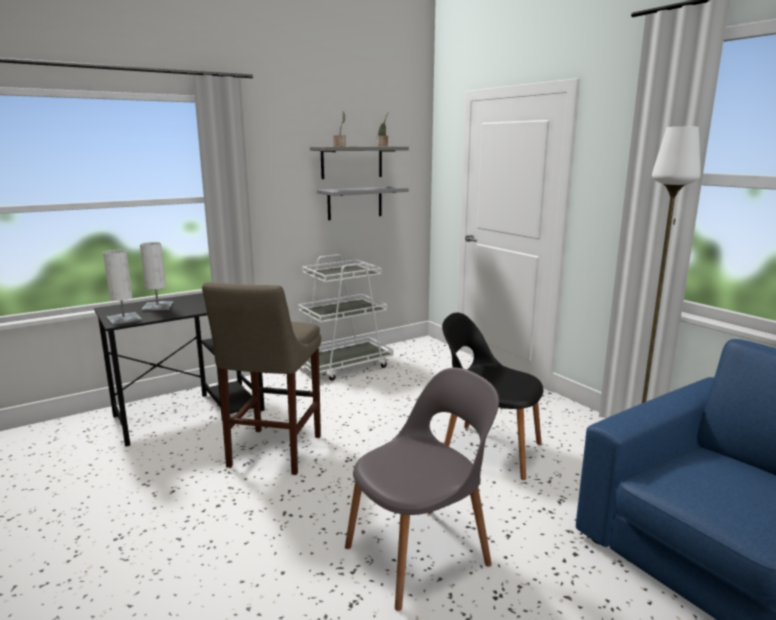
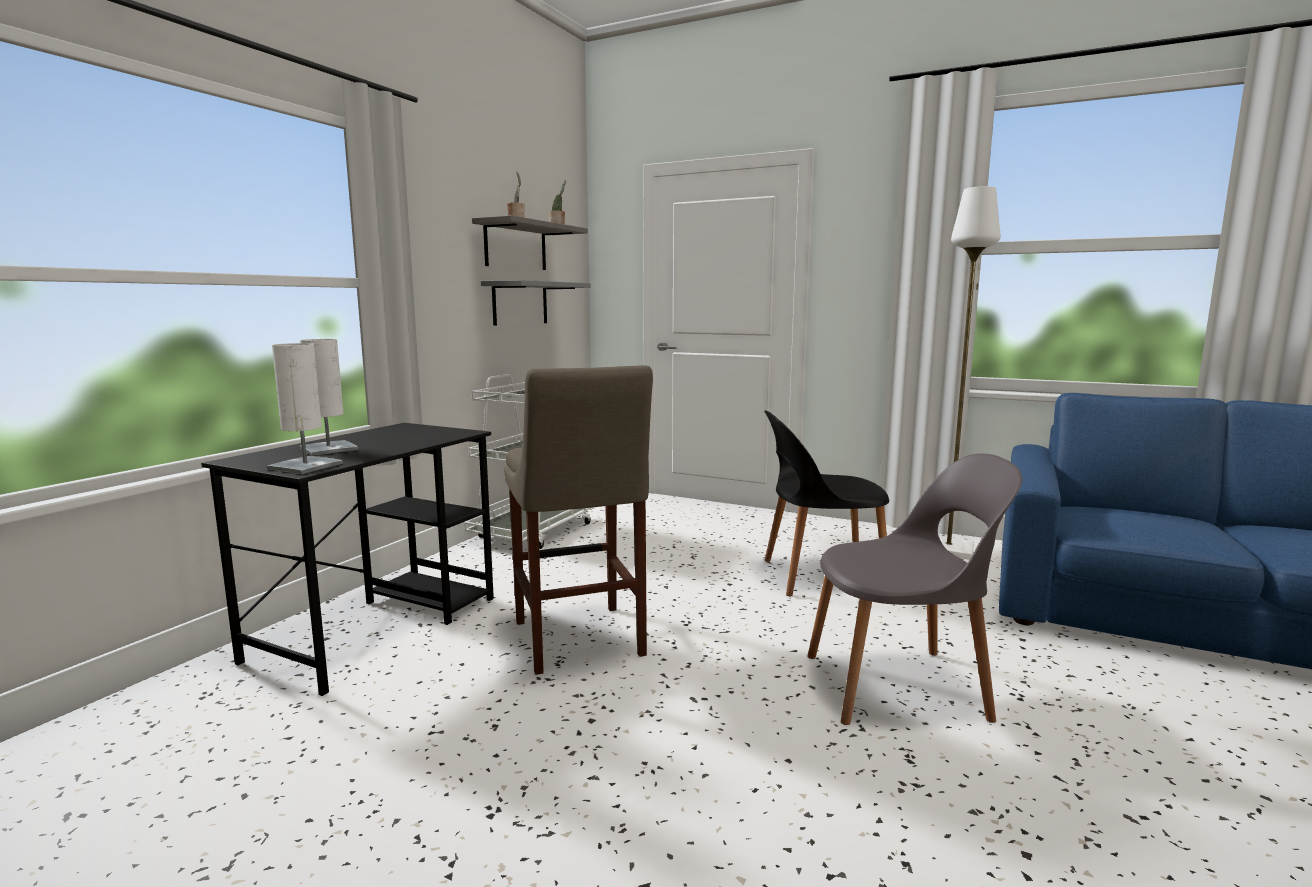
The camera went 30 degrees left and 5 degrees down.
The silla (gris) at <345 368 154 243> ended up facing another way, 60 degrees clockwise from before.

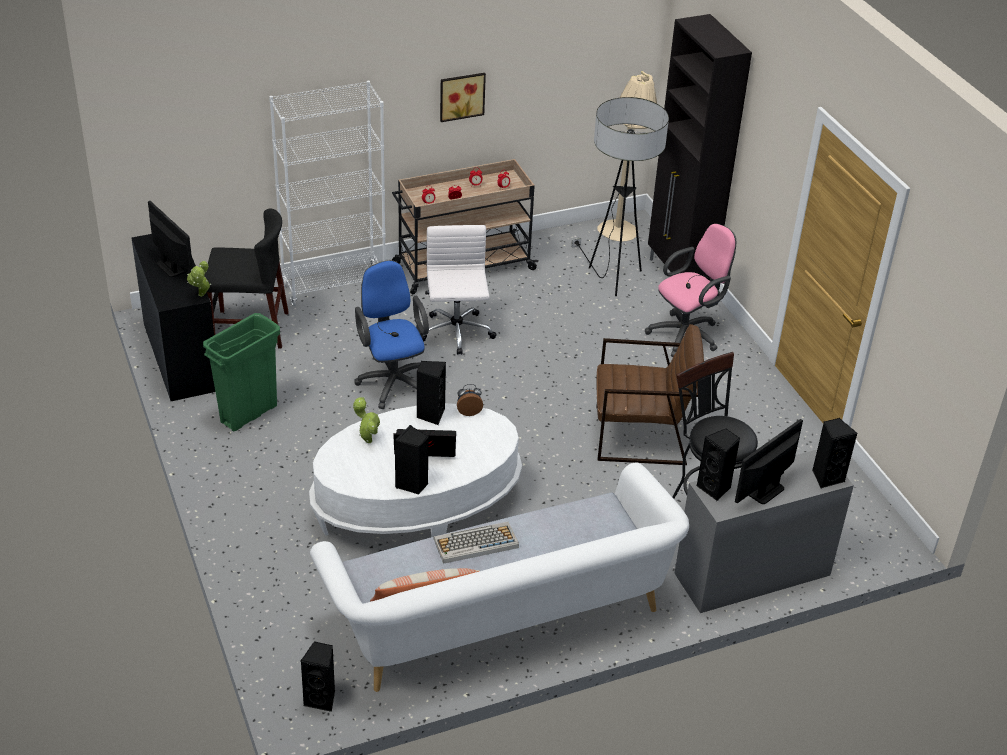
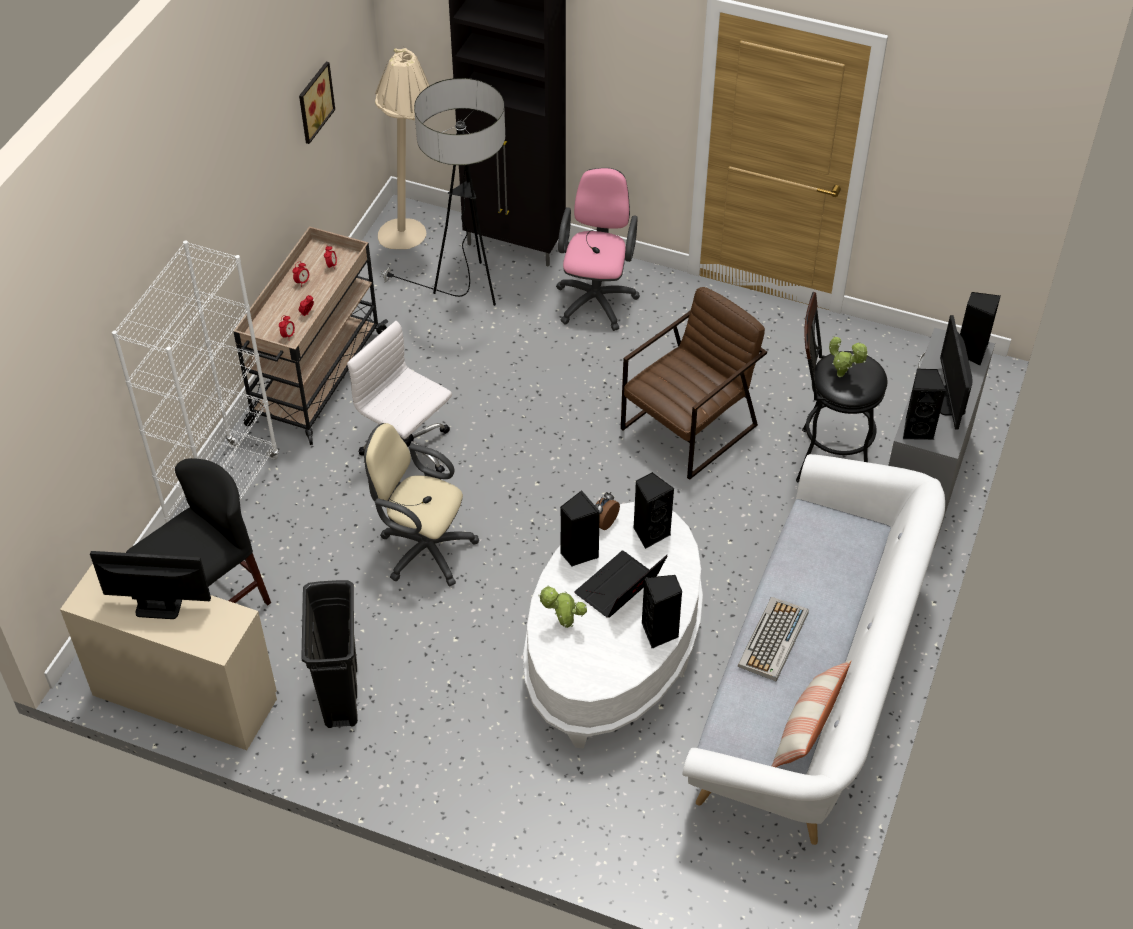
The camera went 45 degrees left and 10 degrees up.
The cuadro ended up elsewhere, having gone from <440 73 46 49> to <299 62 36 82>.
What was the escritorio (negro) at <131 234 84 167> turned into the escritorio (beis) at <60 564 217 186>.
The planta en maceta ended up elsewhere, having gone from <187 260 24 37> to <829 336 40 41>.
What was the silla de oficina (azul) at <354 260 75 149> turned into the silla de oficina (beis) at <364 423 115 163>.
What was the papelera (verde) at <203 313 77 119> turned into the papelera (negro) at <301 580 56 148>.
The altavoz (negro) ended up elsewhere, having gone from <300 641 35 71> to <633 472 41 77>.

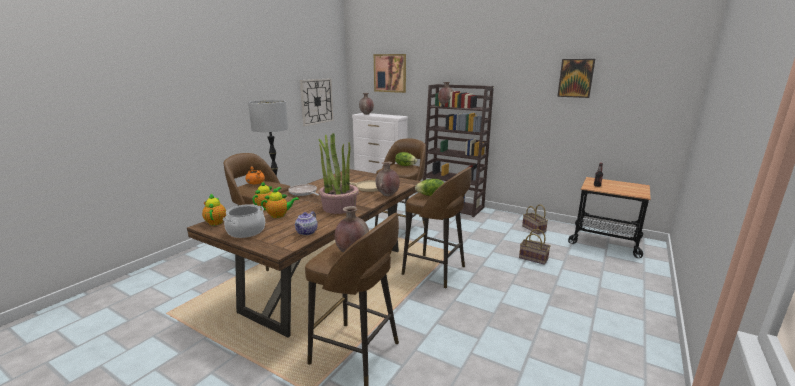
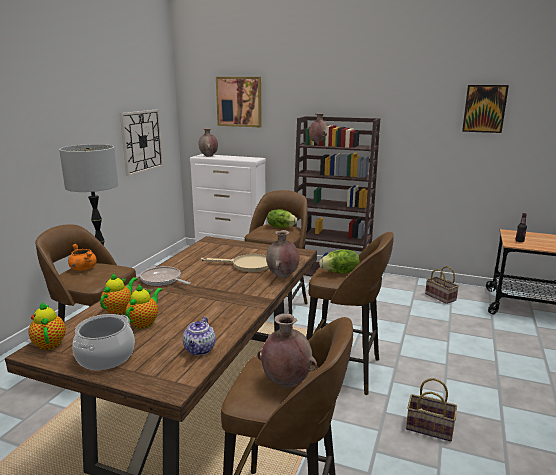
The camera went 10 degrees left and 0 degrees up.
The second view lost the planta en maceta at <319 133 40 81>.
The tetera at <261 188 38 30> ended up facing another way, 45 degrees counterclockwise from before.
The cesta ended up elsewhere, having gone from <519 229 32 36> to <406 378 51 64>.

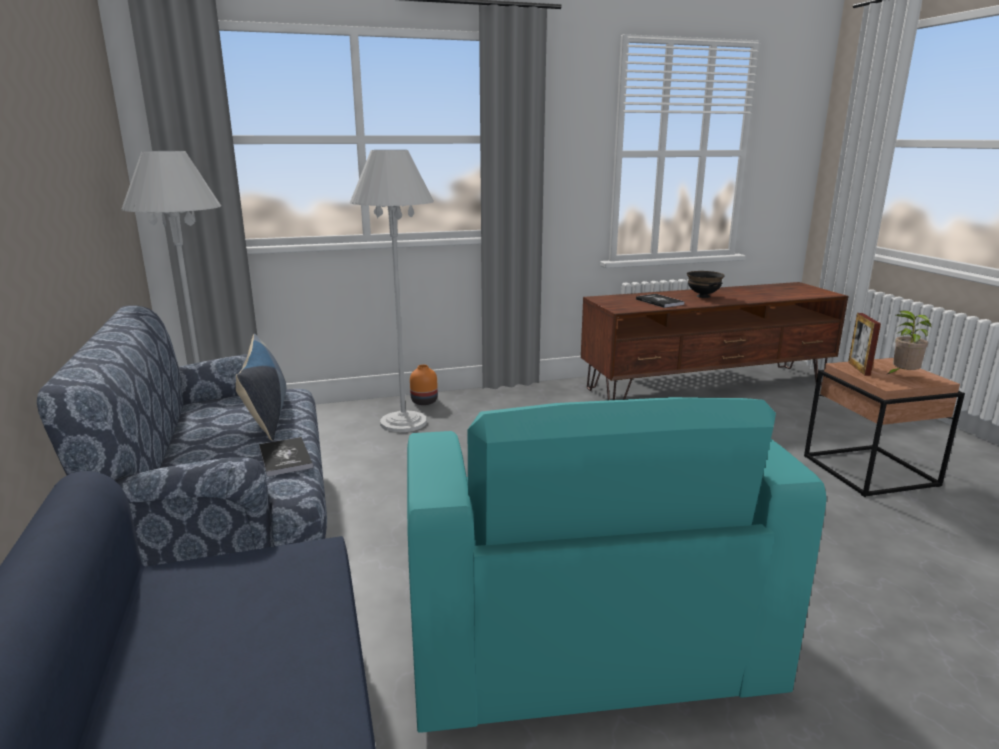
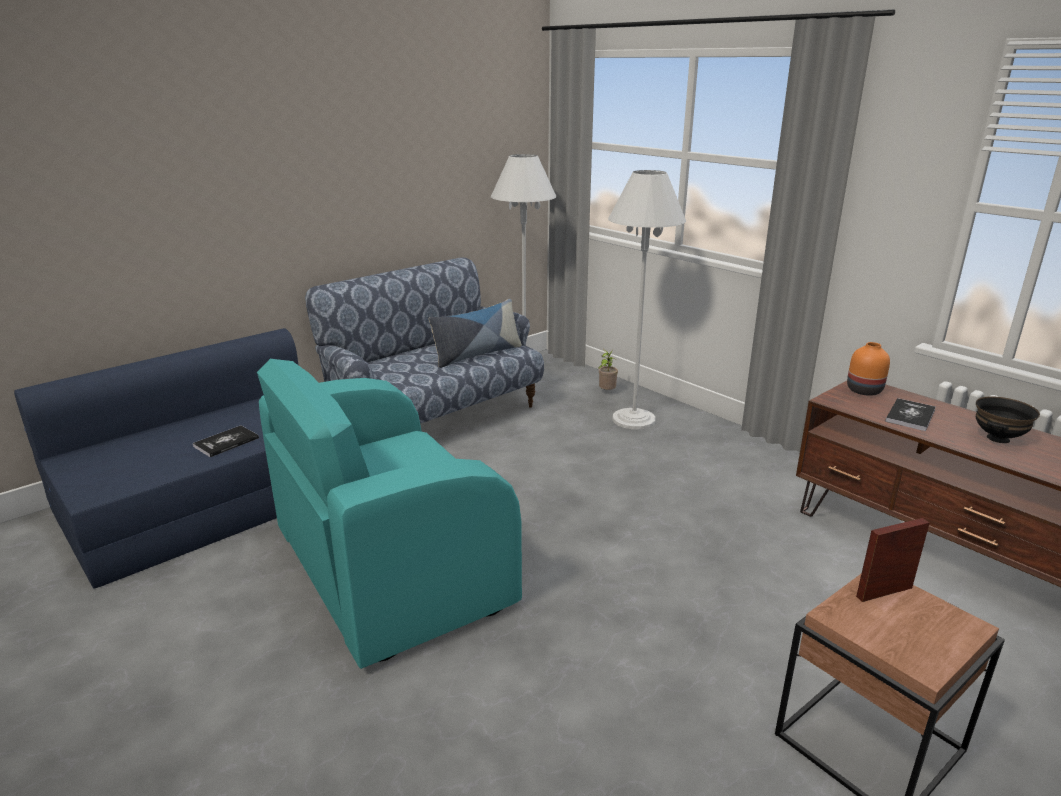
The camera went 65 degrees right and 5 degrees up.
The planta en maceta ended up elsewhere, having gone from <886 311 45 64> to <598 349 20 41>.
The florero (naranja) ended up elsewhere, having gone from <410 365 28 40> to <847 342 43 54>.
The libro ended up elsewhere, having gone from <259 437 54 40> to <193 425 66 32>.

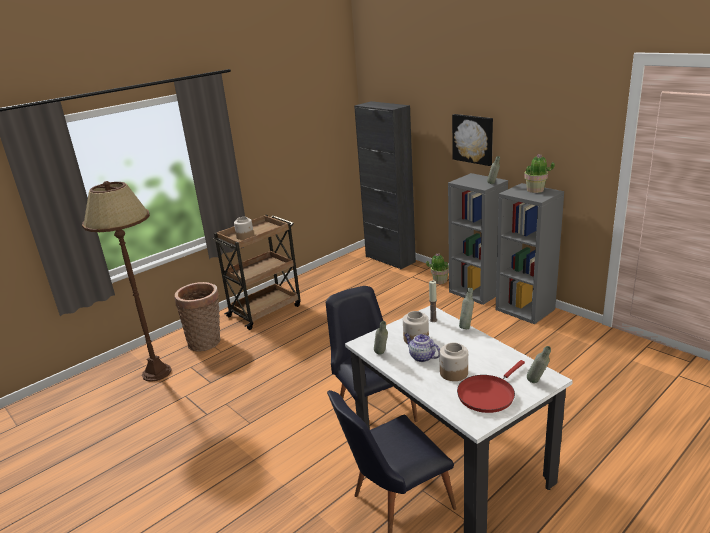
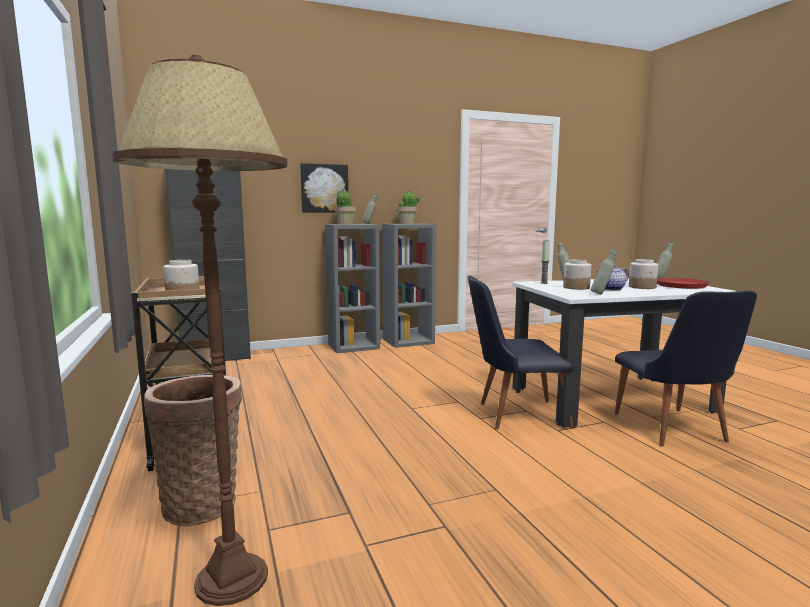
The camera went 70 degrees left and 15 degrees down.
The planta en maceta ended up elsewhere, having gone from <426 253 23 31> to <335 188 21 36>.

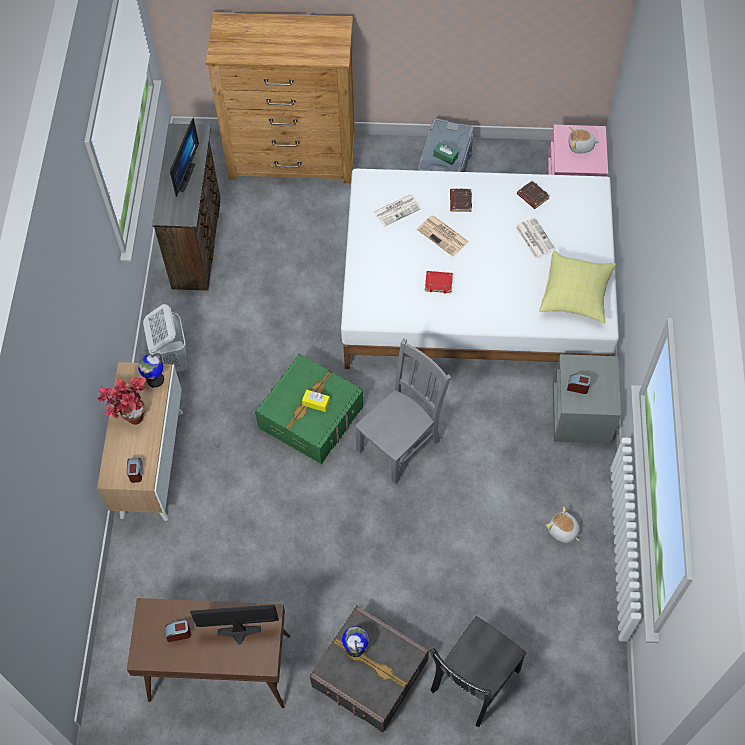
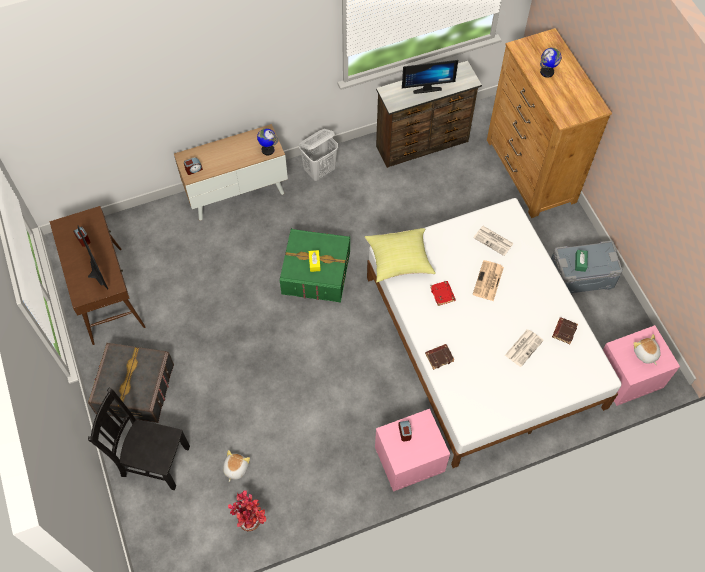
The camera went 65 degrees right and 0 degrees up.
The libro (marrón) ended up elsewhere, having gone from <450 189 22 23> to <425 344 30 26>.
The cojín (amarillo) ended up elsewhere, having gone from <539 251 77 72> to <365 228 71 54>.
The second view lost the silla (gris) at <355 338 96 146>.
What was the mesita de noche (gris) at <552 354 69 90> turned into the mesita de noche (rosa) at <375 409 75 83>.
The planta en maceta ended up elsewhere, having gone from <97 377 49 48> to <228 491 38 40>.
The peluche ended up elsewhere, having gone from <546 506 34 37> to <223 450 27 32>.
The globo terráqueo ended up elsewhere, having gone from <342 626 27 32> to <540 48 21 30>.

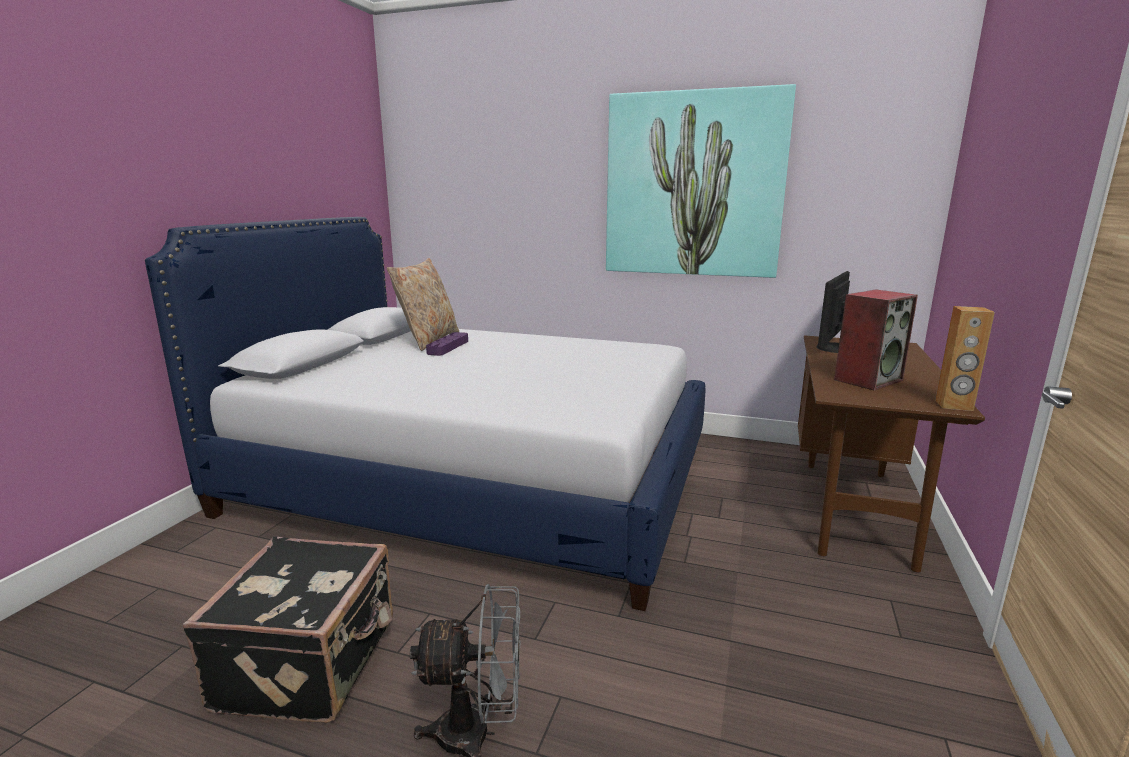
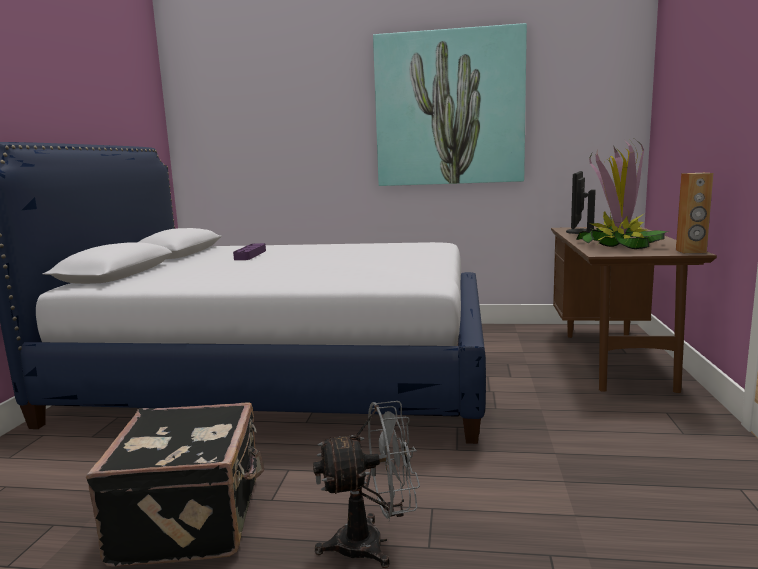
The camera went 10 degrees left and 5 degrees down.
The second view lost the cojín (beis) at <387 258 72 93>.
Where the altavoz stood at <834 289 84 102>, the planta en maceta came to stand at <576 140 93 109>.

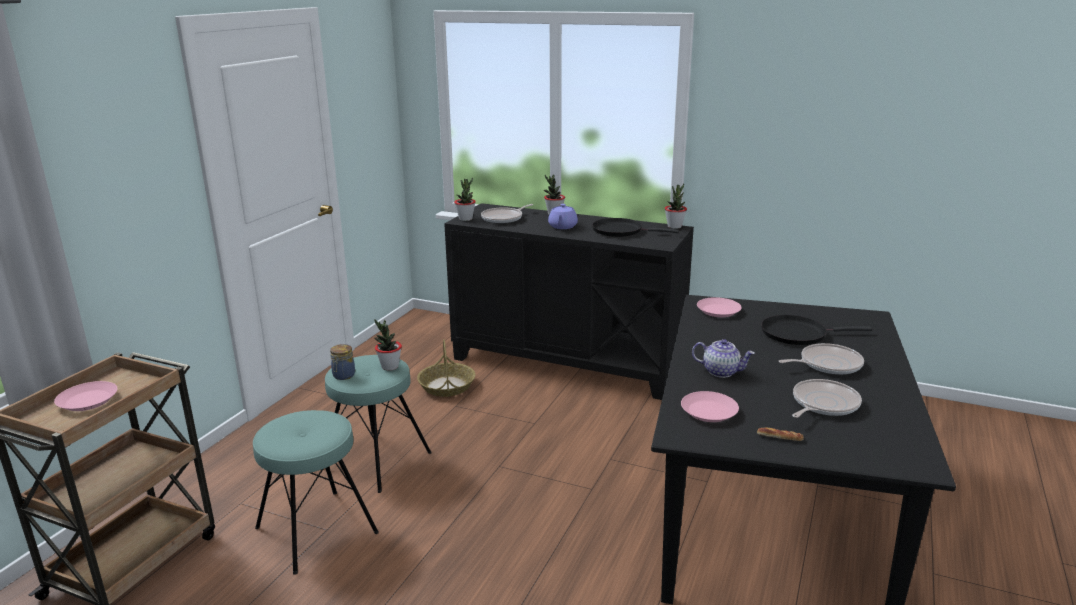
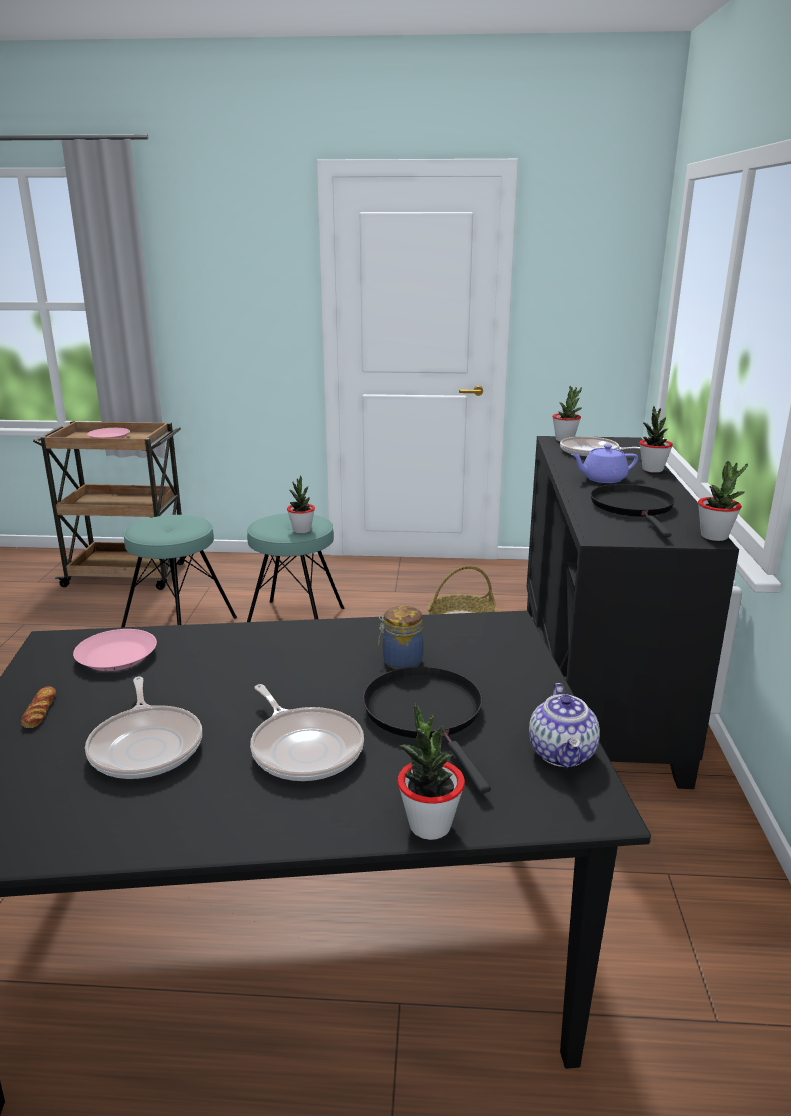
The camera went 70 degrees right and 0 degrees up.
The second view lost the plato (rosa) at <697 297 45 20>.
The tetera ended up elsewhere, having gone from <692 339 63 39> to <529 683 71 86>.
The tarro ended up elsewhere, having gone from <330 344 25 36> to <378 606 46 64>.
The sartén at <792 379 70 39> ended up facing another way, 45 degrees clockwise from before.
The second view gained the planta en maceta at <397 703 68 137>.

